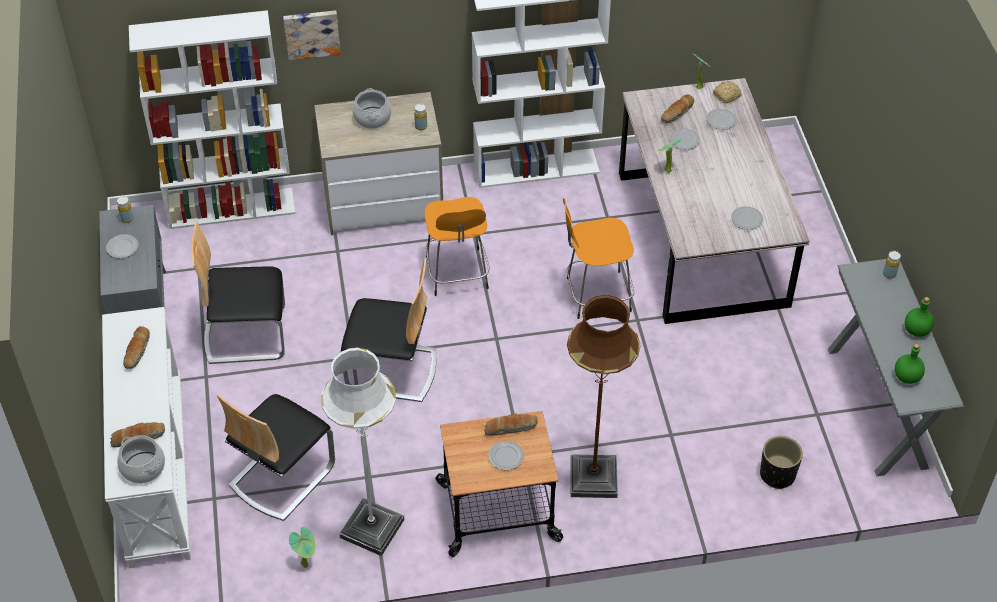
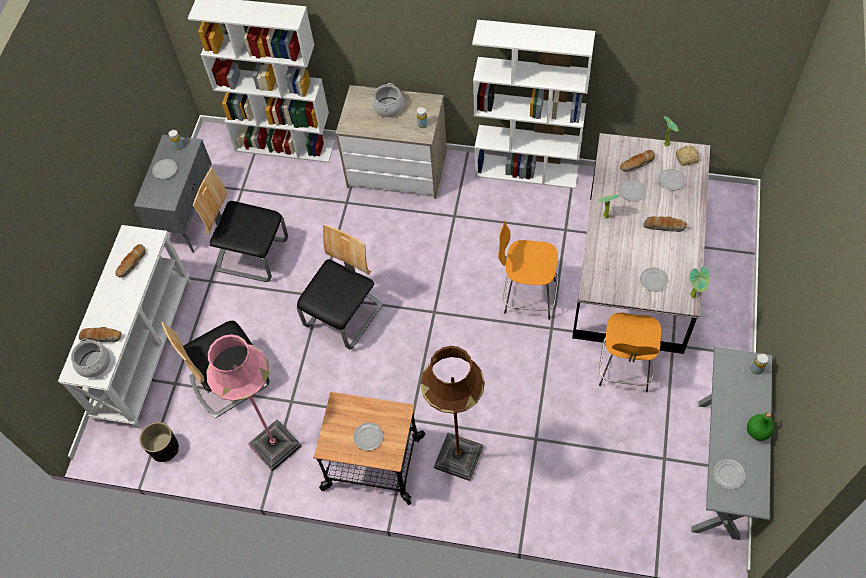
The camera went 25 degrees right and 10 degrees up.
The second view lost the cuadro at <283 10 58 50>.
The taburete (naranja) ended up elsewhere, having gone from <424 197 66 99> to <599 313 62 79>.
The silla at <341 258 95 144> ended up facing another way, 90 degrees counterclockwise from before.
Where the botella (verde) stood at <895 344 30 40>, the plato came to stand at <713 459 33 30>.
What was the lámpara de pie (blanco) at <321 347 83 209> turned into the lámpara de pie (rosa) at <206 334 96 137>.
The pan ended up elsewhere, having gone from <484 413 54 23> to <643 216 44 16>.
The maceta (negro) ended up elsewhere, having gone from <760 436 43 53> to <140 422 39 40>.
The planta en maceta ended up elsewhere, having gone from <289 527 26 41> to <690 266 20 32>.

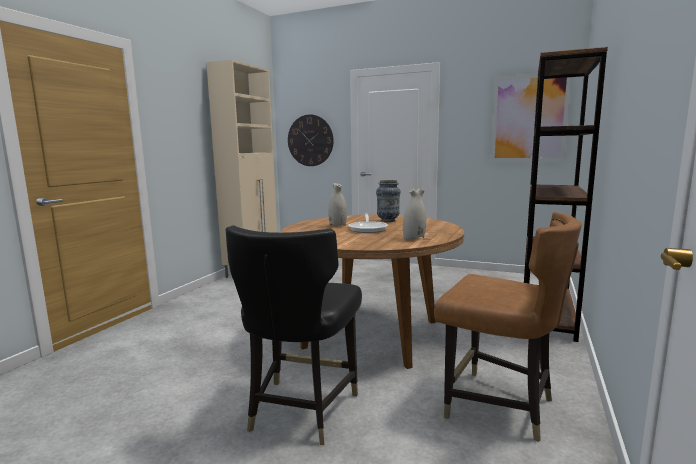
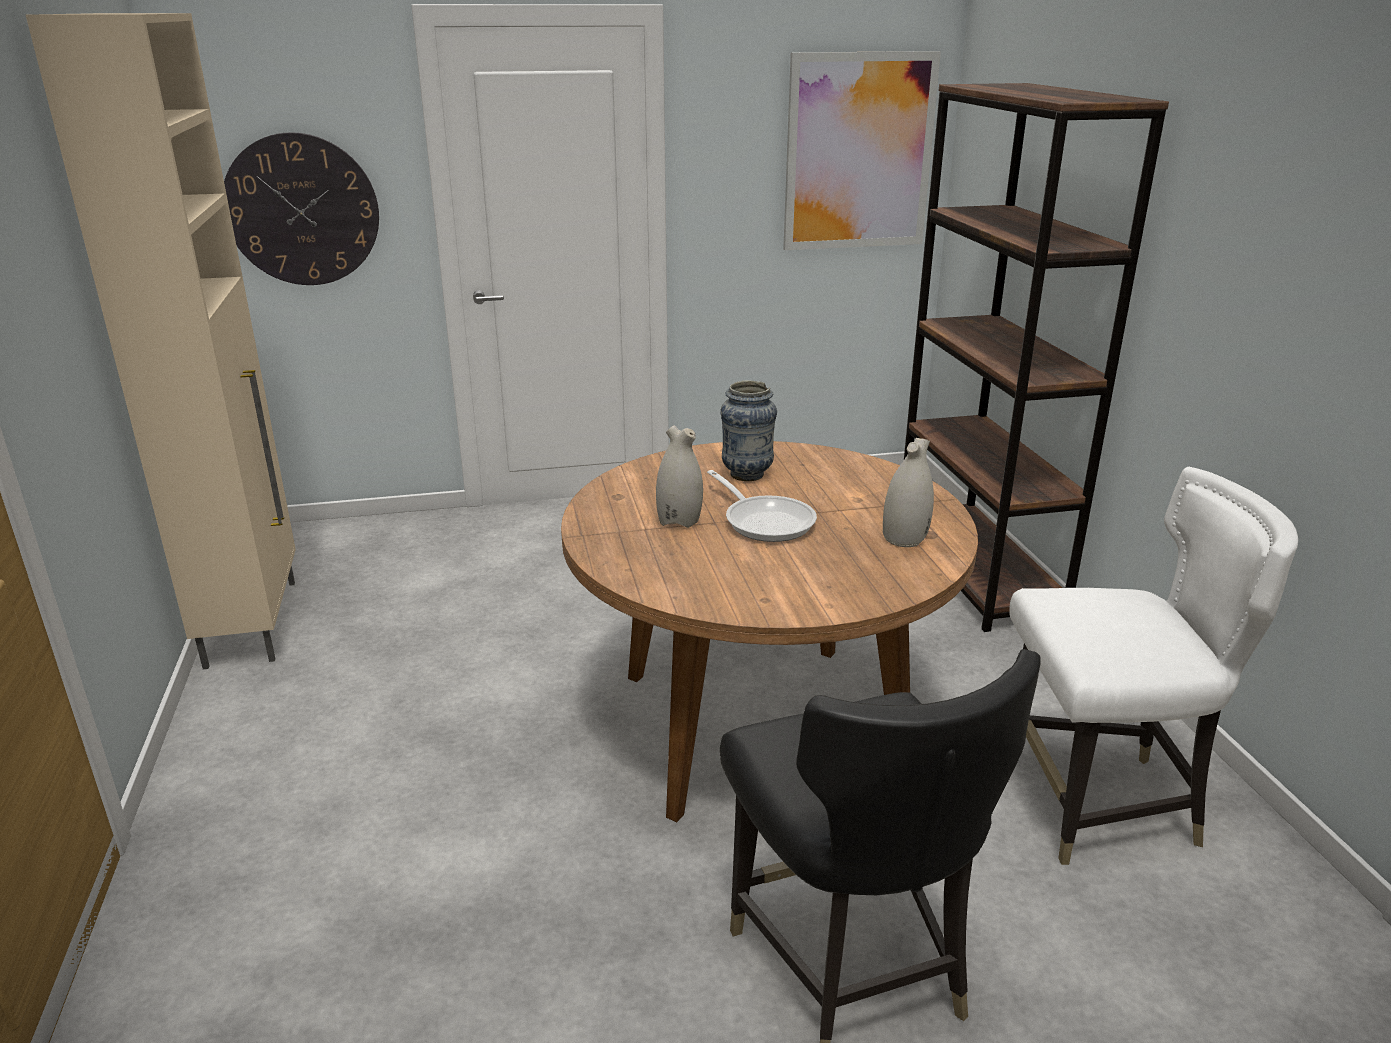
The camera went 35 degrees left and 15 degrees up.
What was the silla (marrón) at <434 212 148 230> turned into the silla (blanco) at <1009 467 289 398>.

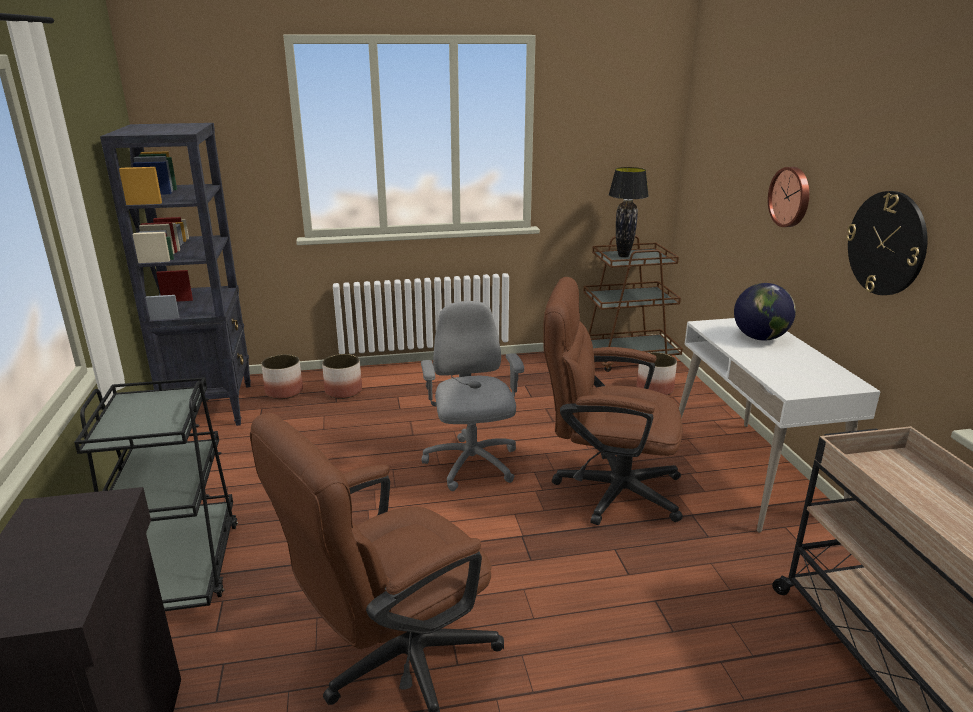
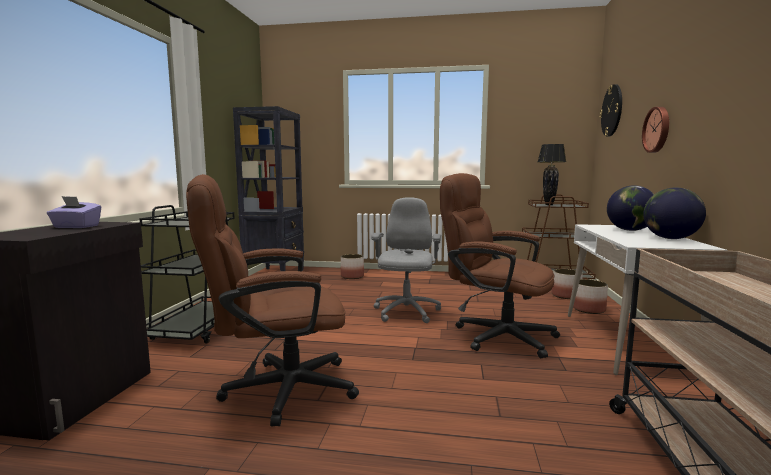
The camera went 20 degrees right and 15 degrees down.
The reloj de pared ended up elsewhere, having gone from <846 191 82 104> to <599 84 23 53>.
The maceta ended up elsewhere, having gone from <261 354 42 45> to <573 279 35 35>.
The second view gained the globo terráqueo at <643 188 63 51>.
The second view gained the caja de pañuelos (morado) at <47 196 54 32>.

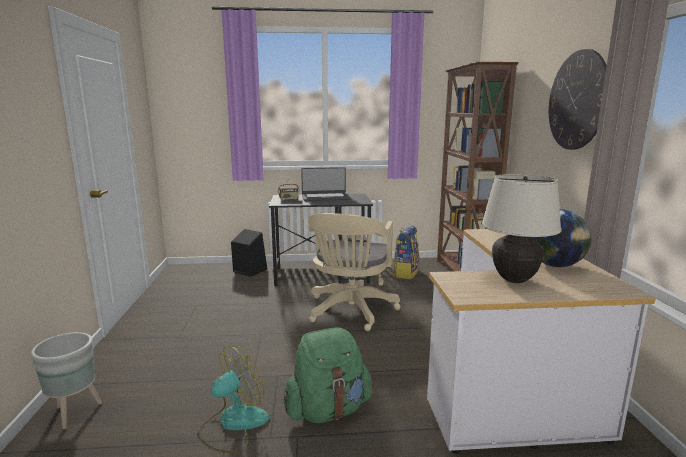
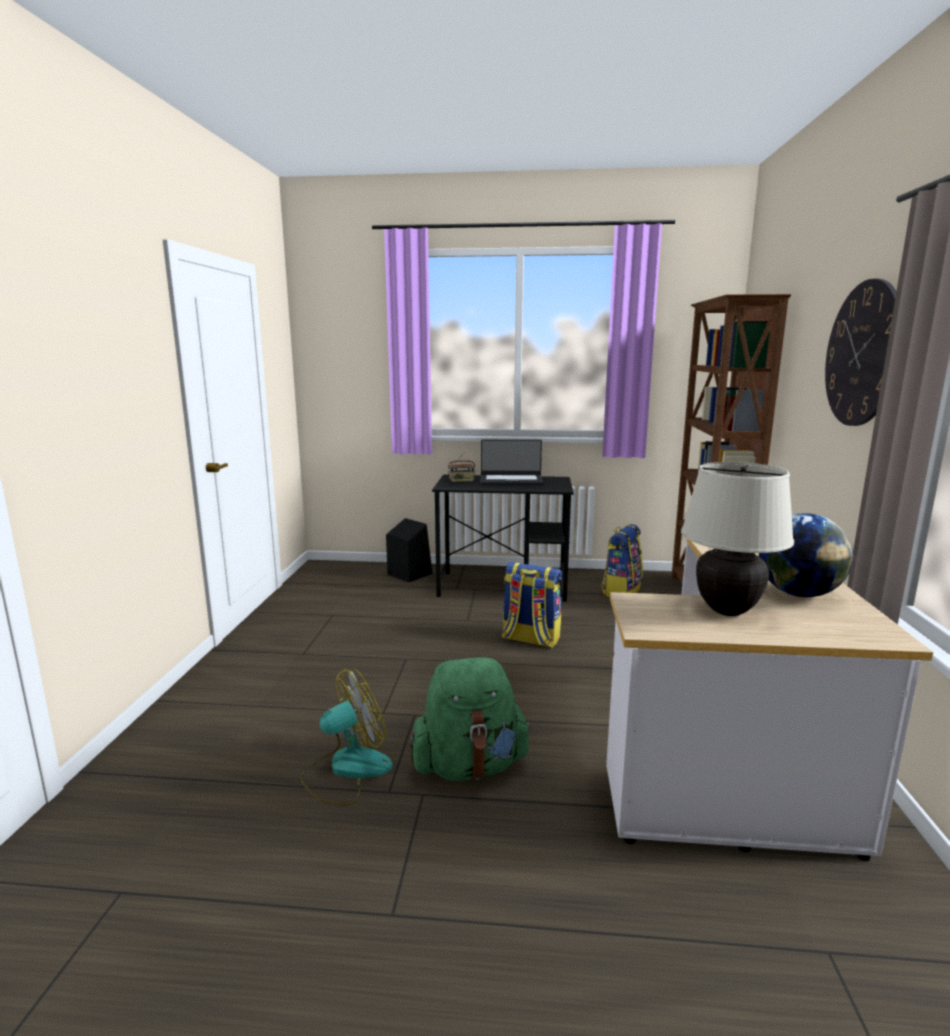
The camera went 10 degrees right and 0 degrees up.
Where the silla de oficina (beis) stood at <308 213 93 118>, the mochila came to stand at <502 562 60 86>.
The second view lost the maceta (gris) at <31 332 71 97>.

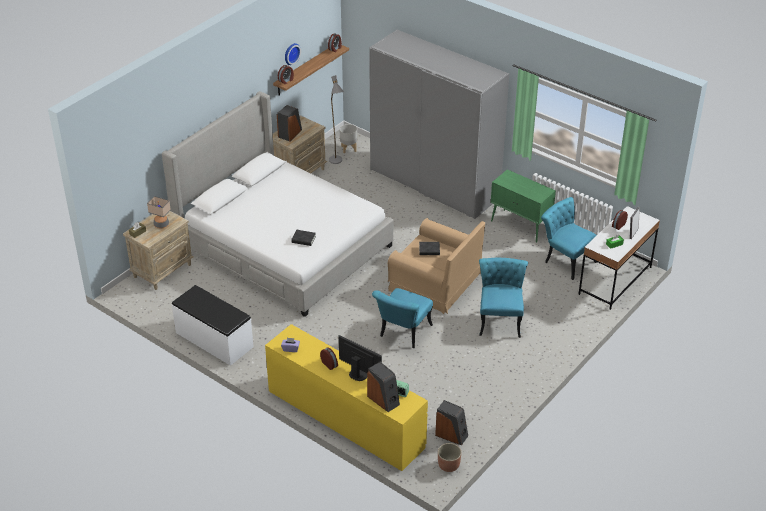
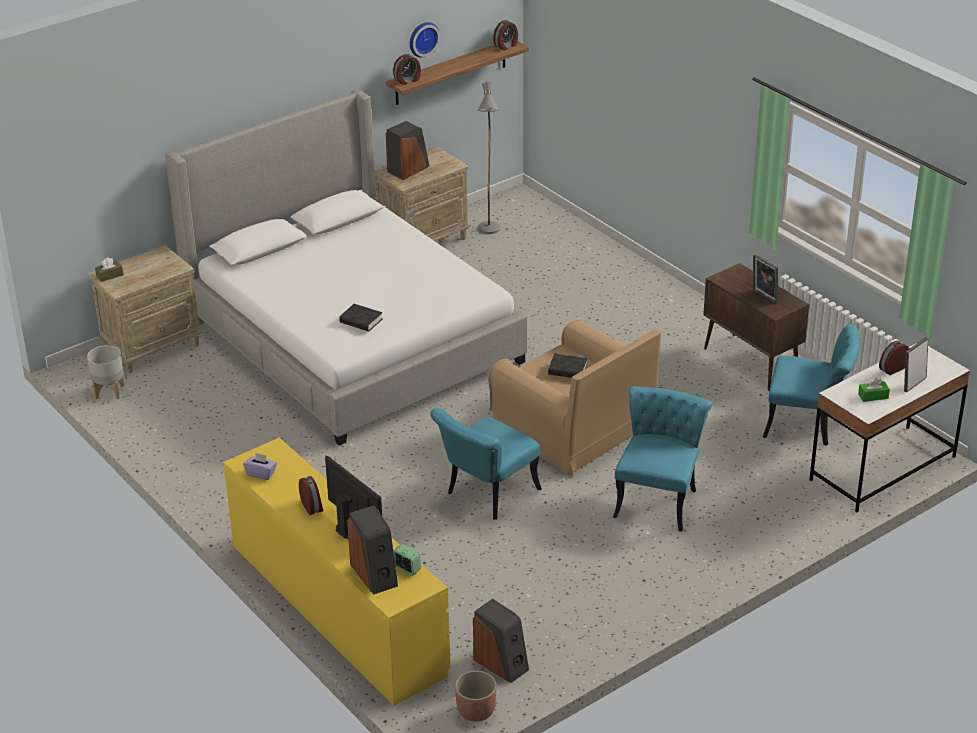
The camera went 15 degrees right and 5 degrees down.
The second view lost the armario ropero (gris) at <369 30 140 189>.
The maceta (gris) ended up elsewhere, having gone from <340 124 17 29> to <87 345 37 54>.
What was the armario (verde) at <491 169 65 74> turned into the armario (marrón) at <703 263 106 128>.
The second view lost the lámpara de mesa at <147 196 24 33>.
The silla (turquesa) at <541 197 56 83> ended up facing another way, 135 degrees clockwise from before.
The second view lost the banco (blanco) at <172 285 82 81>.
The second view gained the portarretratos at <753 254 25 49>.

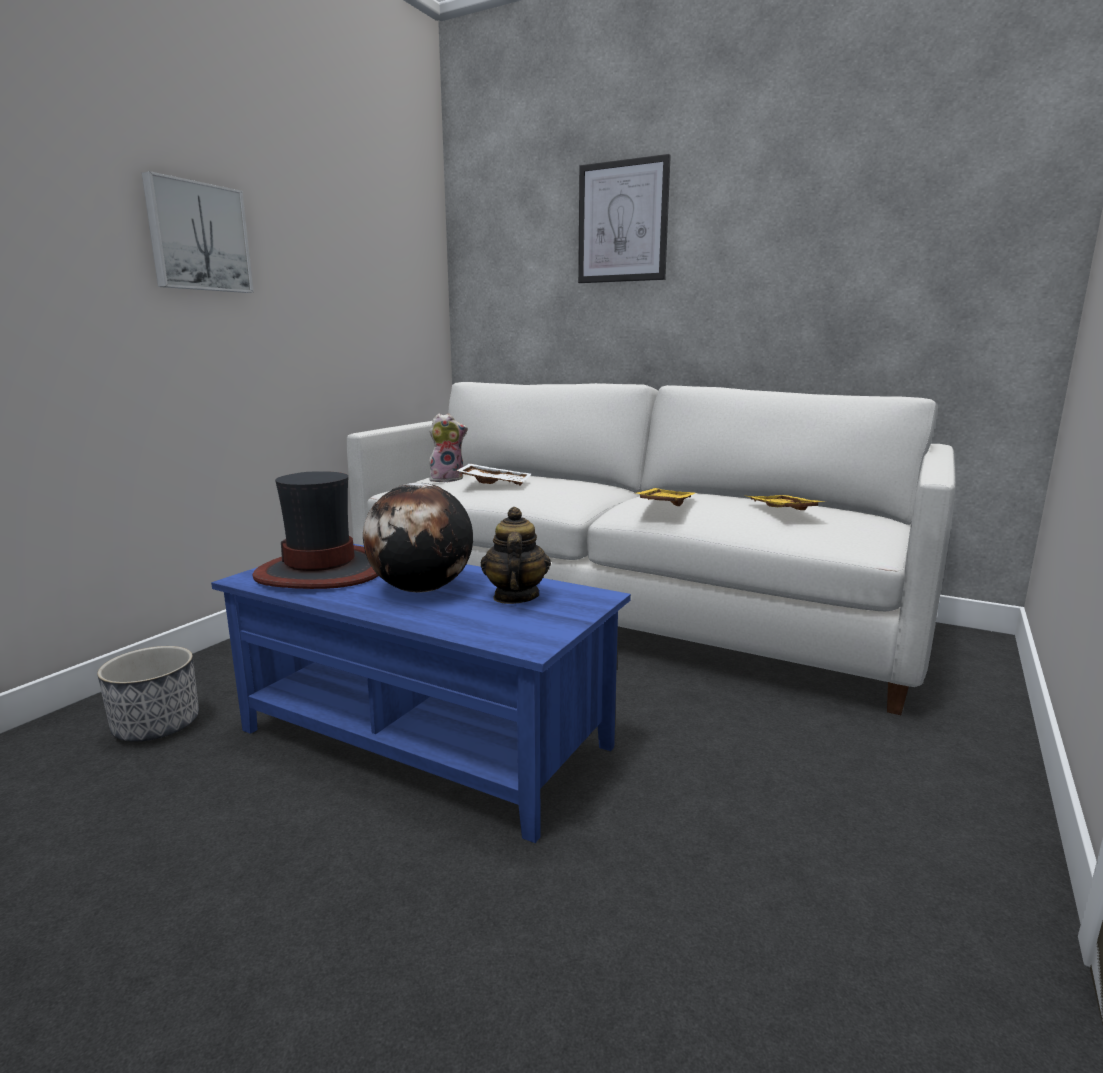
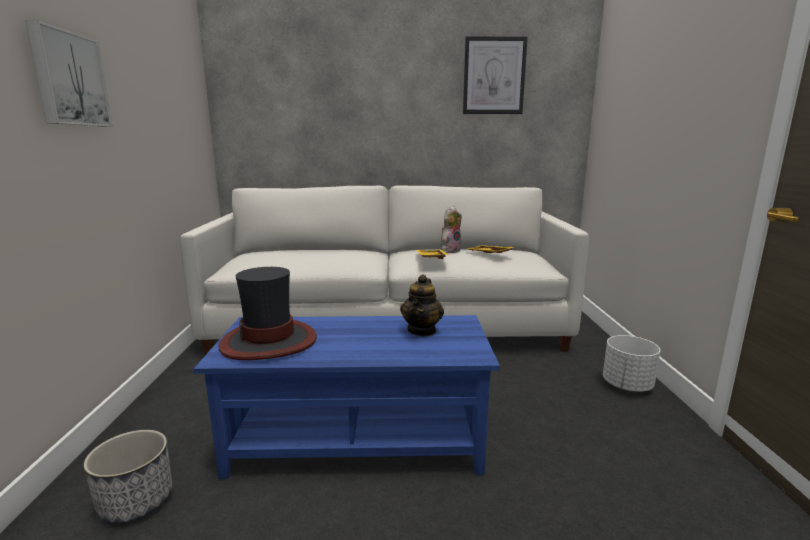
The camera went 30 degrees left and 0 degrees up.
The cuadro ended up elsewhere, having gone from <578 154 93 129> to <463 36 64 78>.
The peluche ended up elsewhere, having gone from <429 413 39 70> to <441 206 20 47>.
The second view lost the bandeja (blanco) at <457 463 74 23>.
The second view lost the globo terráqueo at <363 483 110 110>.
The tetera at <481 507 70 97> ended up facing another way, 135 degrees counterclockwise from before.
The second view gained the maceta (blanco) at <603 335 58 57>.

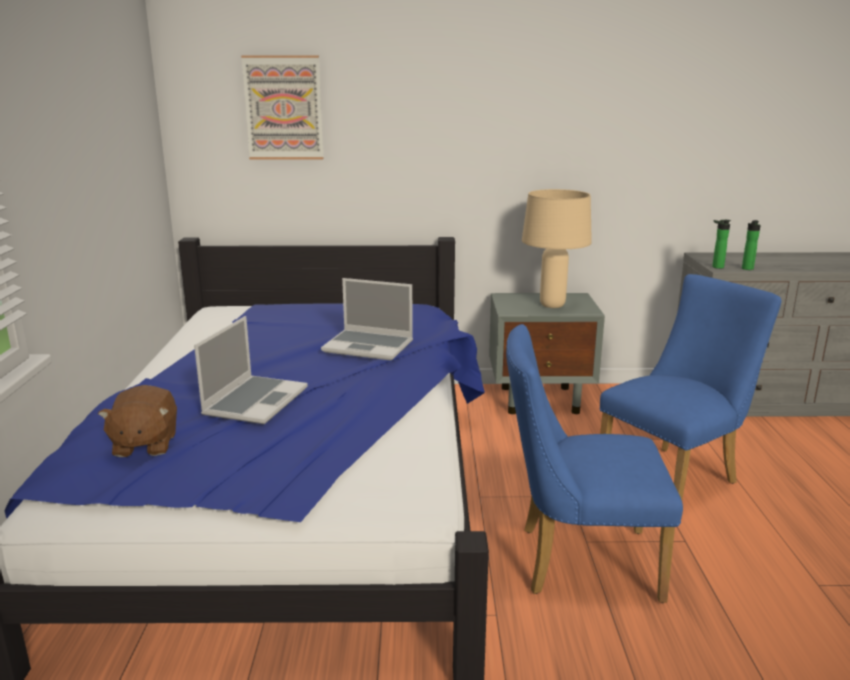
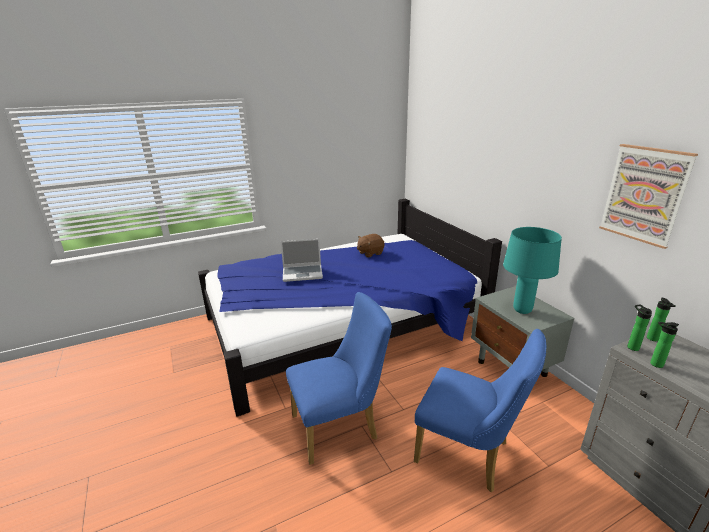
The camera went 65 degrees right and 5 degrees up.
The cuadro ended up elsewhere, having gone from <241 55 83 104> to <599 144 99 105>.
What was the lámpara de mesa (beis) at <522 189 70 119> turned into the lámpara de mesa (turquesa) at <503 227 59 87>.
The second view lost the portátil at <321 278 92 83>.
The silla (azul) at <506 324 177 279> ended up facing another way, 90 degrees clockwise from before.
The peluche (marrón) ended up elsewhere, having gone from <98 385 79 72> to <357 234 28 24>.
The second view gained the botella at <647 298 29 43>.

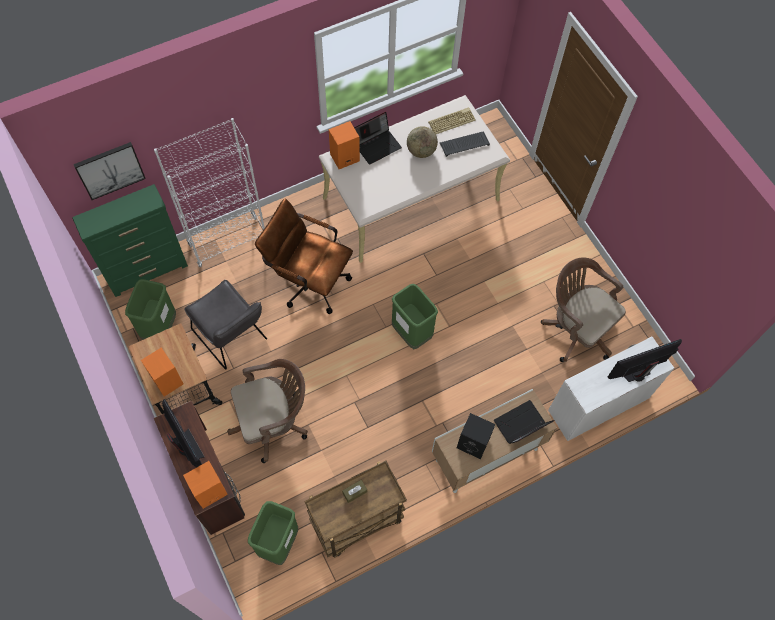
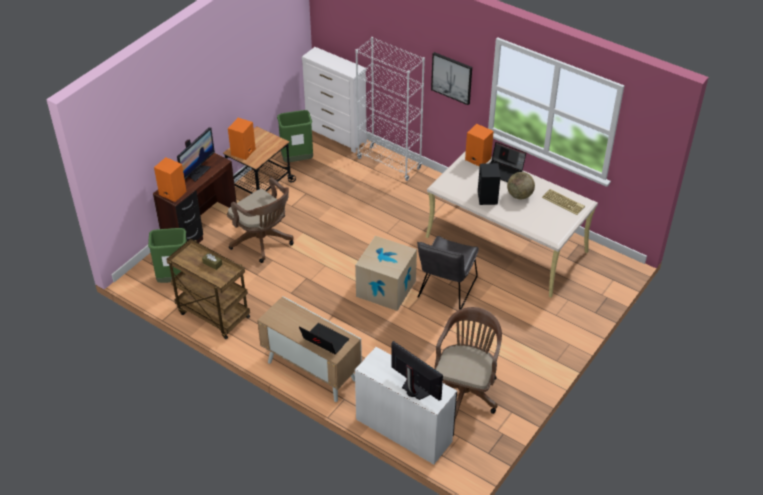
The camera went 65 degrees right and 20 degrees down.
The second view lost the teclado at <440 131 50 26>.
The cuadro ended up elsewhere, having gone from <73 142 73 58> to <431 52 41 53>.
What was the cómoda (verde) at <72 184 116 113> turned into the cómoda (blanco) at <302 47 65 106>.
The second view lost the silla de oficina (marrón) at <255 198 98 116>.
The silla (gris) ended up elsewhere, having gone from <184 280 83 89> to <417 236 62 74>.
Where the papelera (verde) stood at <392 284 46 65>, the caja de cartón came to stand at <355 236 62 75>.
The altavoz (negro) ended up elsewhere, having gone from <457 413 39 46> to <478 163 22 42>.

